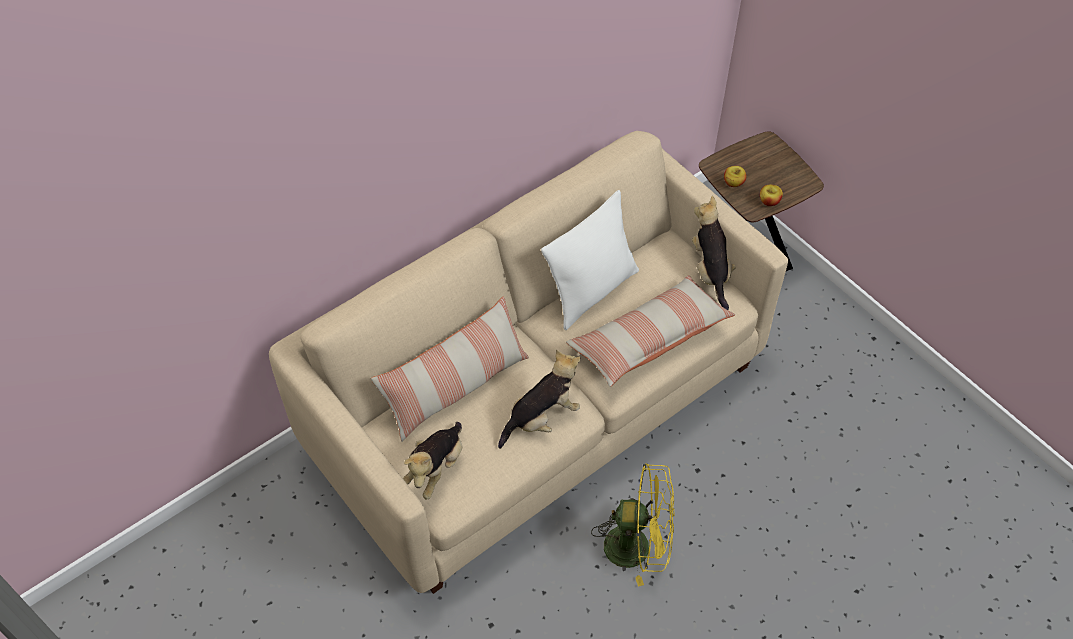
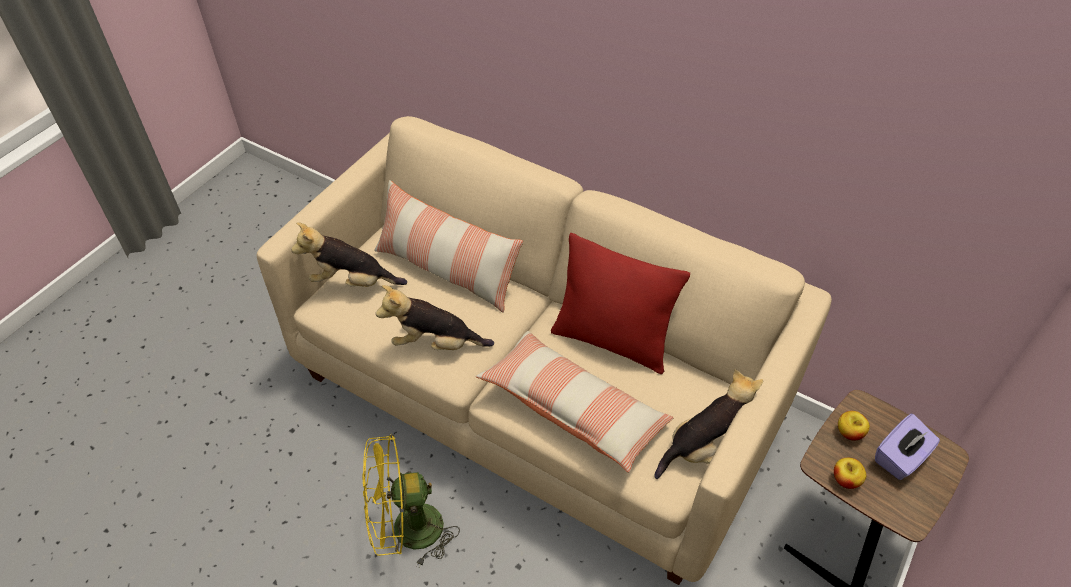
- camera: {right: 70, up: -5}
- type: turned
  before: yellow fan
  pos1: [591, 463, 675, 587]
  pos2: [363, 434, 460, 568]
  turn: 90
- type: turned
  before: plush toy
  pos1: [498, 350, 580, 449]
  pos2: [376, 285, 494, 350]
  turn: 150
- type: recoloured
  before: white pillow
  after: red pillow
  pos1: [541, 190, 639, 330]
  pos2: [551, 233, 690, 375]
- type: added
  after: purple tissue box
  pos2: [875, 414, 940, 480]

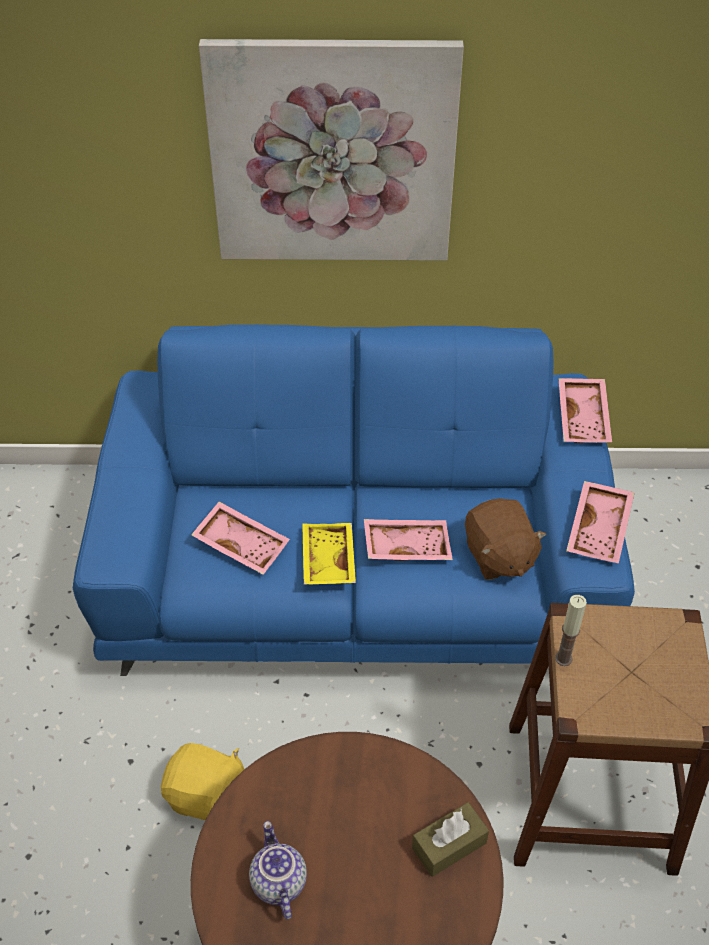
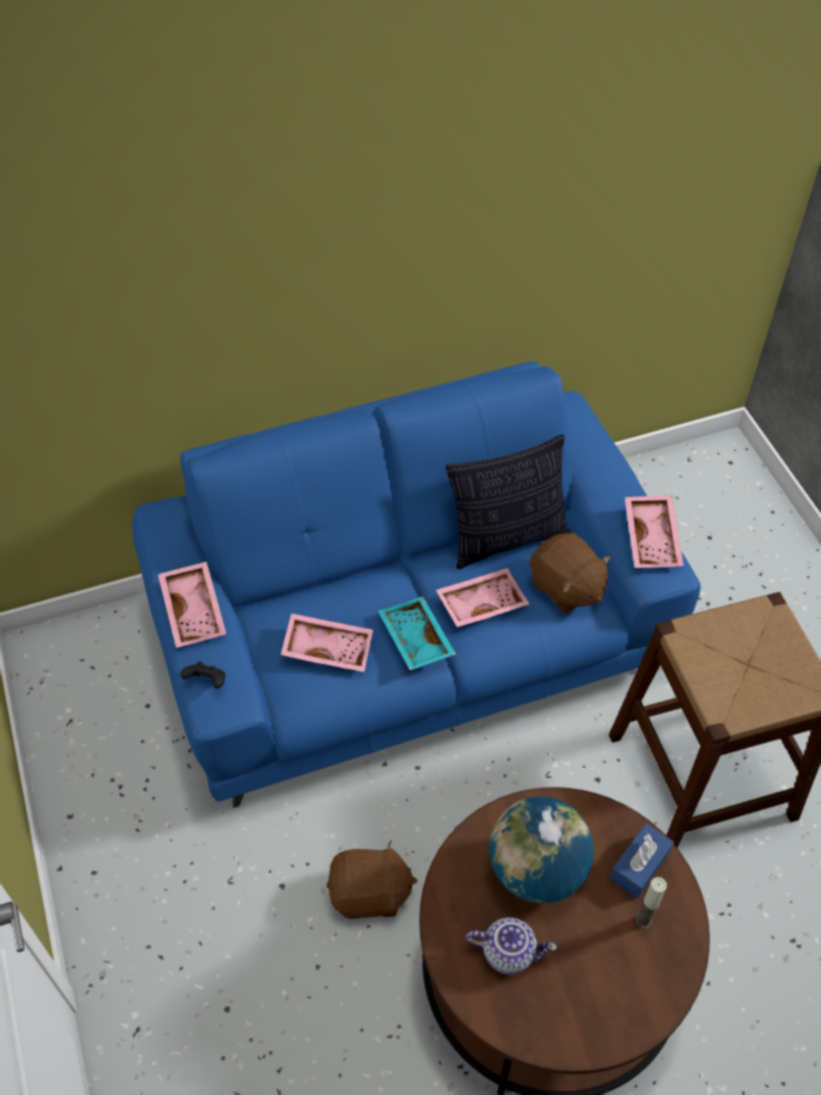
- camera: {right: -20, up: 5}
- type: moved
  before: pink tray
  pos1: [558, 378, 612, 443]
  pos2: [158, 562, 226, 648]
- type: added
  after: black game controller
  pos2: [180, 661, 225, 689]
- type: recoloured
  before: yellow plush toy
  after: brown plush toy
  pos1: [161, 743, 244, 820]
  pos2: [326, 841, 418, 919]
- type: recoloured
  before: yellow tray
  after: turquoise tray
  pos1: [302, 523, 356, 585]
  pos2: [378, 596, 456, 670]
- type: added
  after: pillow
  pos2: [446, 434, 570, 570]
- type: turned
  before: teapot
  pos1: [249, 821, 307, 920]
  pos2: [466, 917, 557, 975]
  turn: 135
- type: added
  after: globe
  pos2: [489, 796, 594, 904]
- type: recoloured
  before: brown tissue box
  after: blue tissue box
  pos1: [412, 802, 489, 877]
  pos2: [610, 823, 674, 898]
- type: moved
  before: candle
  pos1: [555, 595, 587, 666]
  pos2: [636, 877, 667, 929]
- type: removed
  before: picture
  pos1: [199, 39, 464, 261]

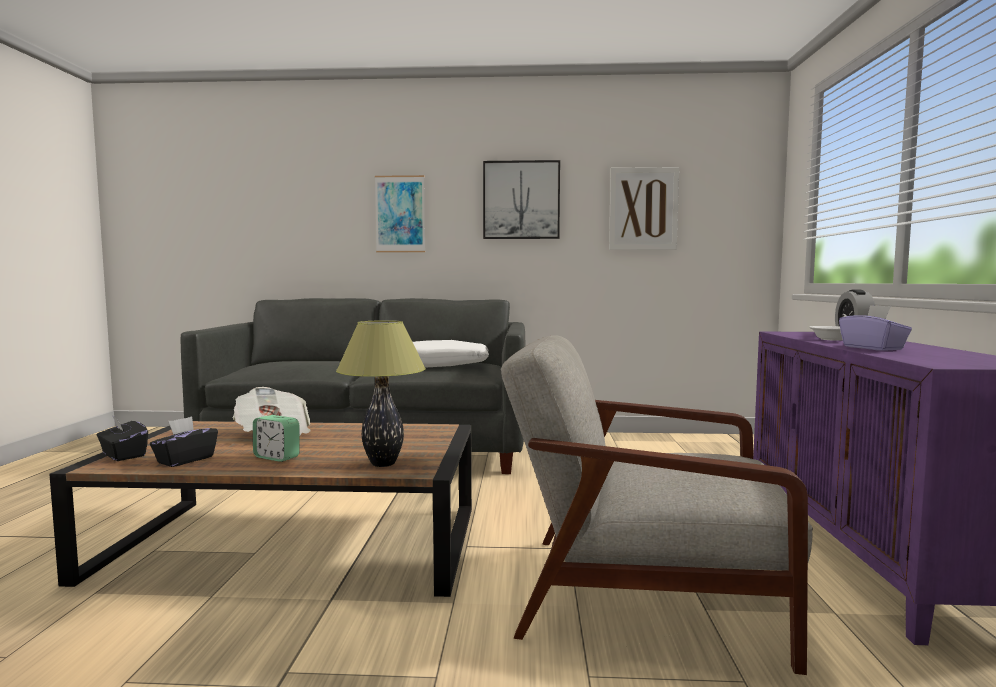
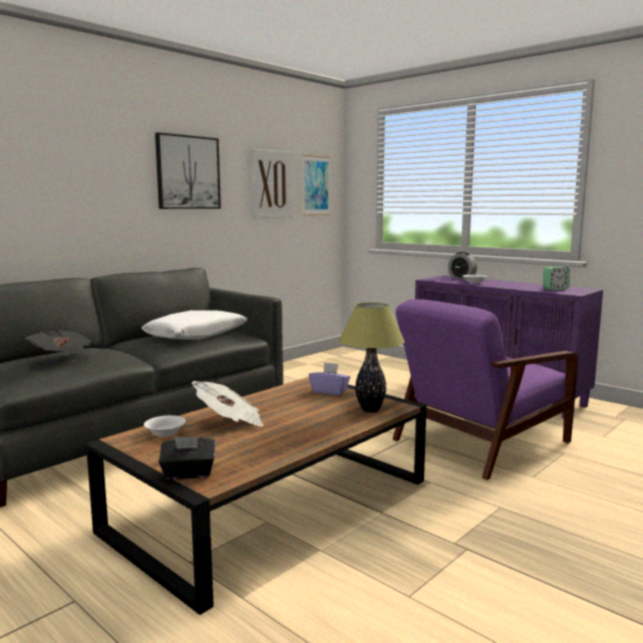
- camera: {right: -50, up: 5}
- type: added
  after: newspaper
  pos2: [25, 330, 91, 351]
- type: added
  after: white bowl
  pos2: [144, 415, 186, 437]
- type: moved
  before: picture
  pos1: [375, 175, 425, 252]
  pos2: [303, 155, 330, 216]
- type: moved
  before: purple tissue box
  pos1: [839, 305, 912, 351]
  pos2: [309, 362, 350, 395]
- type: recoloured
  before: grey armchair
  after: purple armchair
  pos1: [501, 335, 813, 675]
  pos2: [392, 299, 578, 480]
- type: moved
  before: alarm clock
  pos1: [253, 415, 300, 462]
  pos2: [543, 266, 570, 290]
- type: removed
  before: black tissue box
  pos1: [150, 416, 218, 467]

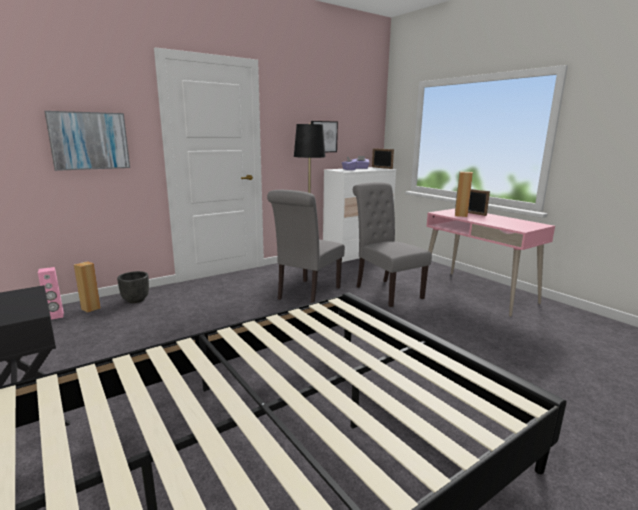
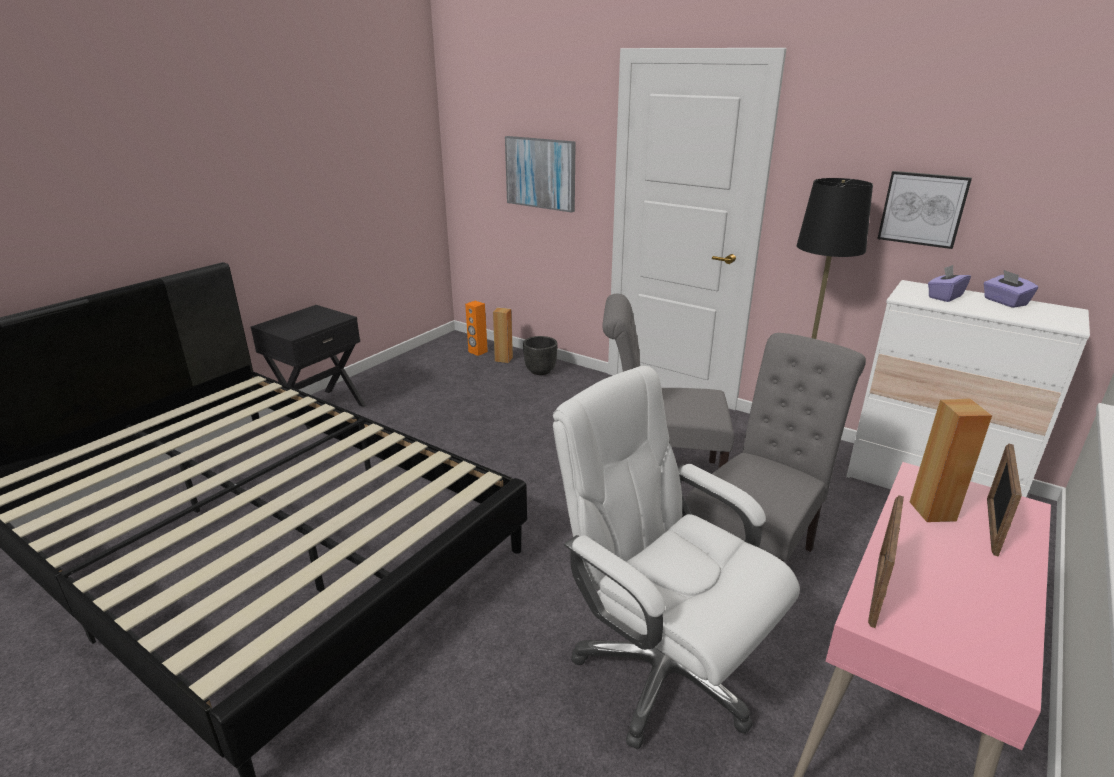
- camera: {right: 70, up: 10}
- type: recoloured
  before: pink speaker
  after: orange speaker
  pos1: [38, 267, 64, 319]
  pos2: [465, 301, 488, 356]
- type: added
  after: white office chair
  pos2: [553, 366, 800, 749]
- type: moved
  before: picture frame
  pos1: [372, 148, 394, 169]
  pos2: [868, 495, 904, 628]

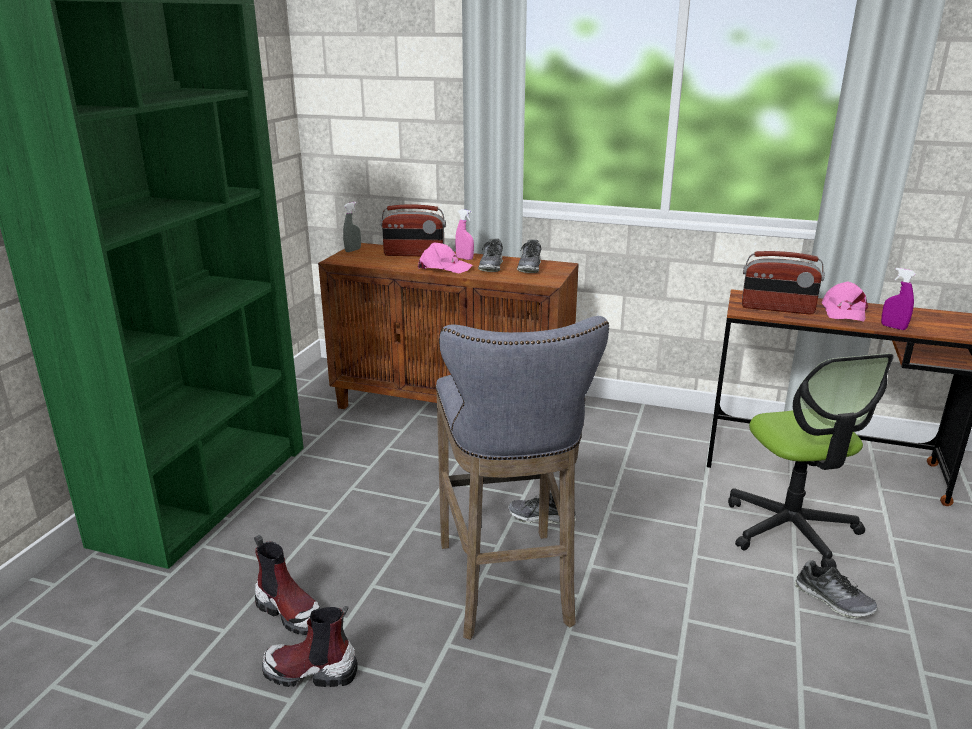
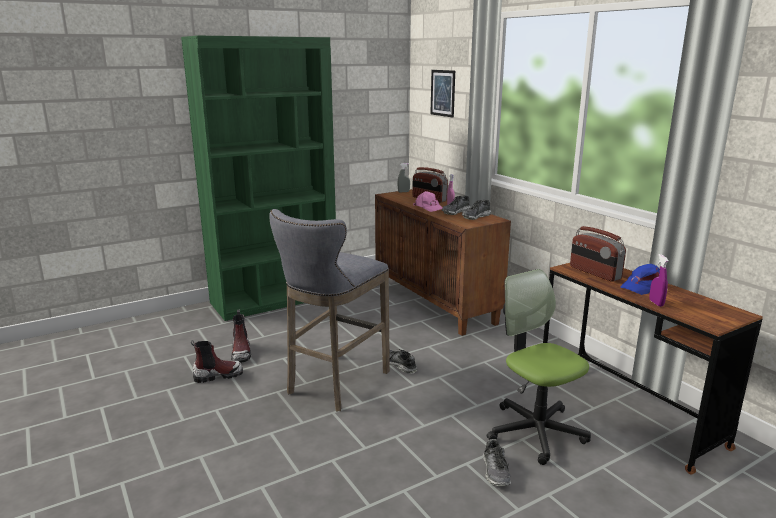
- camera: {right: 40, up: -5}
- type: turned
  before: boot
  pos1: [262, 606, 357, 687]
  pos2: [190, 340, 243, 383]
  turn: 120
- type: added
  after: picture
  pos2: [430, 70, 455, 117]
- type: turned
  before: office chair
  pos1: [728, 353, 894, 568]
  pos2: [487, 269, 591, 465]
  turn: 120
- type: recoloured
  before: pink cap
  after: blue cap
  pos1: [821, 282, 868, 322]
  pos2: [620, 264, 660, 295]

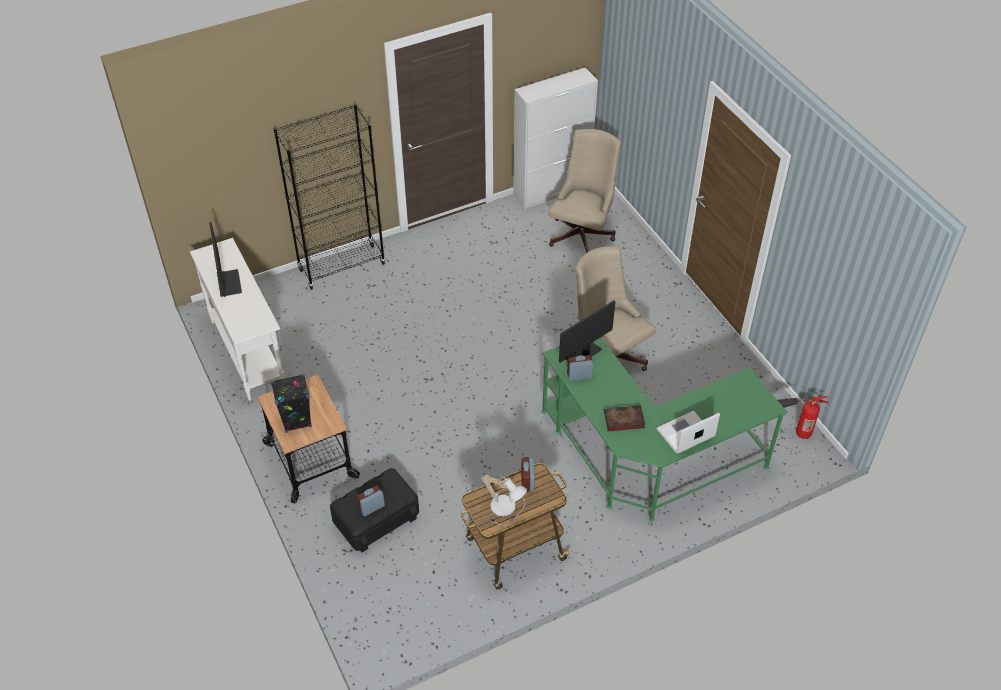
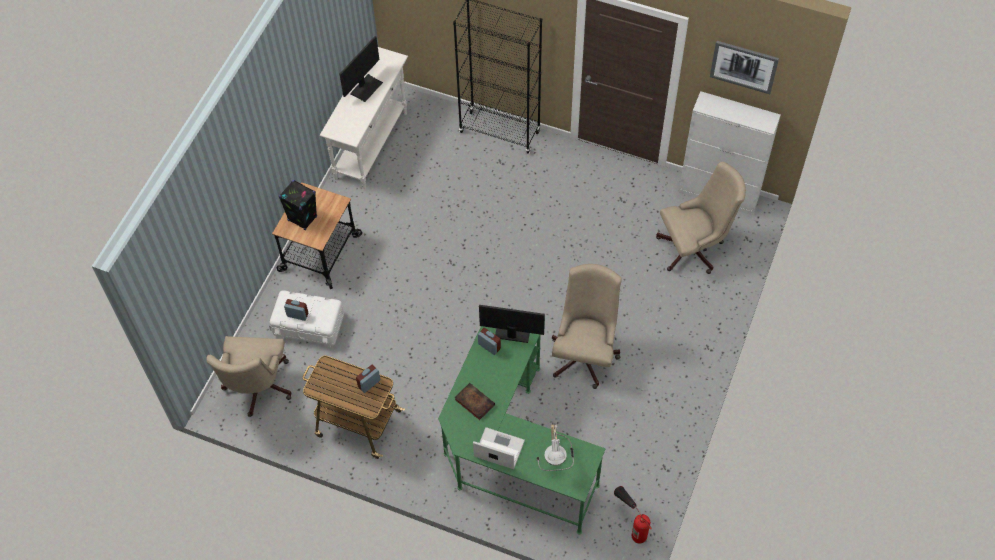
- camera: {right: 50, up: 10}
- type: added
  after: beige office chair
  pos2: [206, 336, 292, 417]
- type: recoloured
  before: black storage box
  after: white storage box
  pos1: [330, 468, 419, 552]
  pos2: [270, 290, 344, 348]
- type: moved
  before: table lamp
  pos1: [481, 473, 527, 526]
  pos2: [536, 422, 574, 471]
- type: added
  after: picture
  pos2: [710, 41, 779, 94]

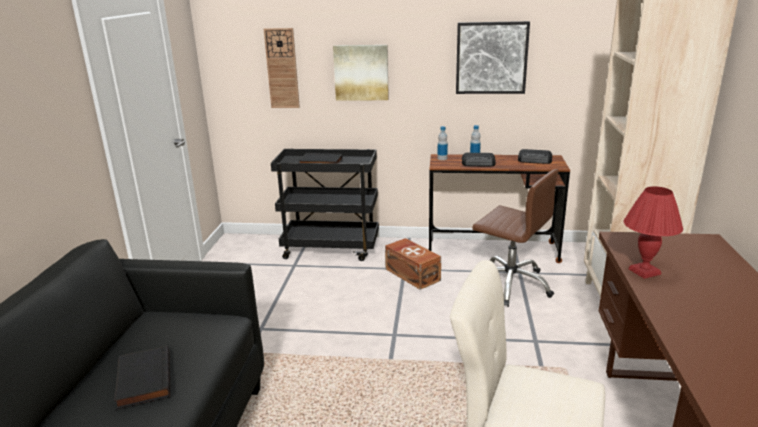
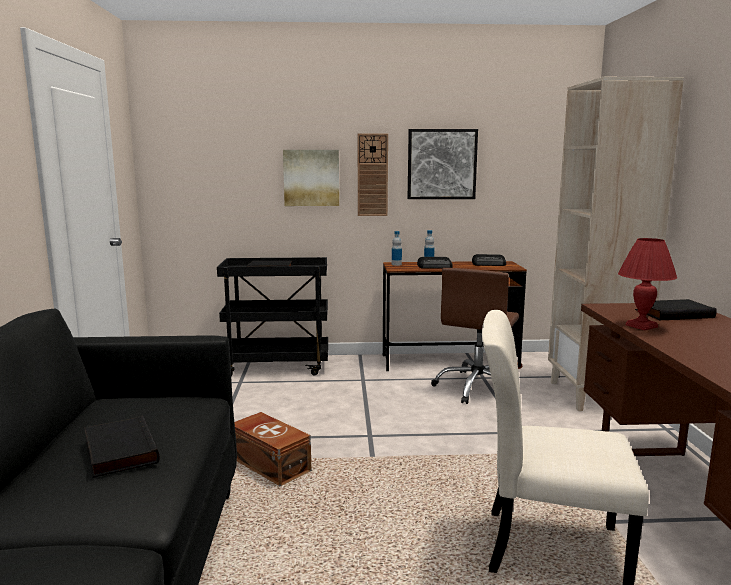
- camera: {right: -10, up: -10}
- type: moved
  before: brown storage box
  pos1: [385, 238, 441, 290]
  pos2: [234, 412, 311, 486]
- type: moved
  before: wall clock
  pos1: [264, 28, 300, 108]
  pos2: [358, 133, 388, 216]
- type: turned
  before: brown office chair
  pos1: [473, 169, 559, 307]
  pos2: [431, 268, 519, 404]
  turn: 90
- type: added
  after: black book
  pos2: [635, 299, 717, 320]

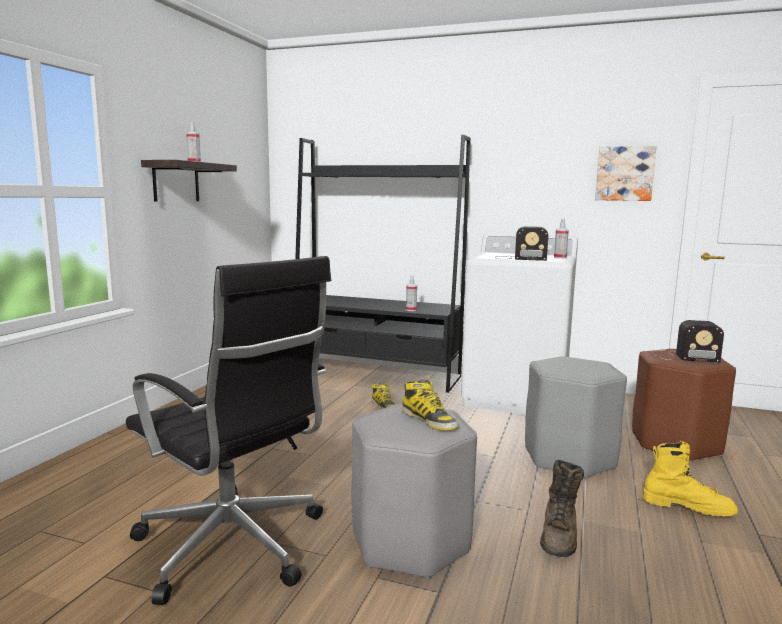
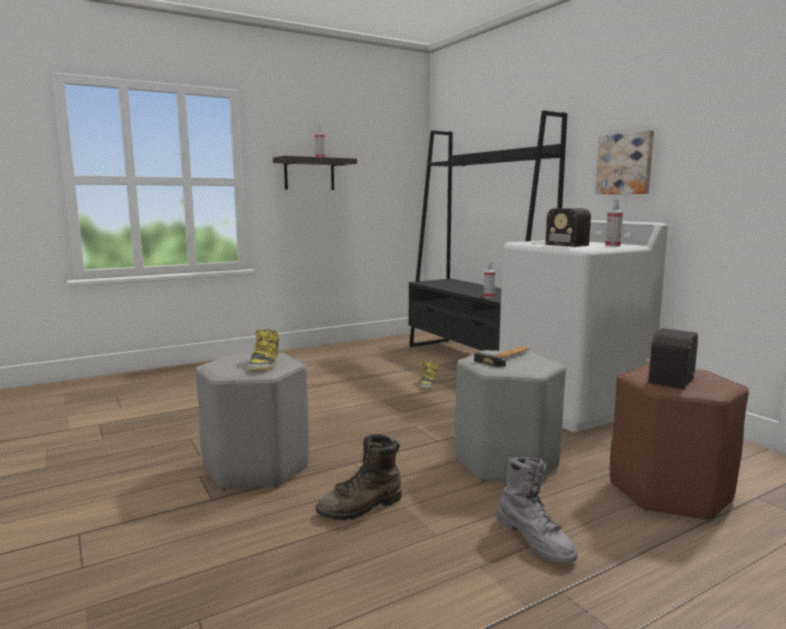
- camera: {right: 40, up: 0}
- type: added
  after: hammer
  pos2: [474, 346, 529, 367]
- type: recoloured
  before: yellow boot
  after: grey boot
  pos1: [643, 441, 738, 517]
  pos2: [496, 458, 578, 563]
- type: moved
  before: picture
  pos1: [595, 146, 657, 201]
  pos2: [595, 130, 654, 194]
- type: turned
  before: radio
  pos1: [652, 320, 724, 363]
  pos2: [646, 328, 724, 389]
  turn: 75
- type: removed
  before: black office chair
  pos1: [126, 256, 331, 605]

